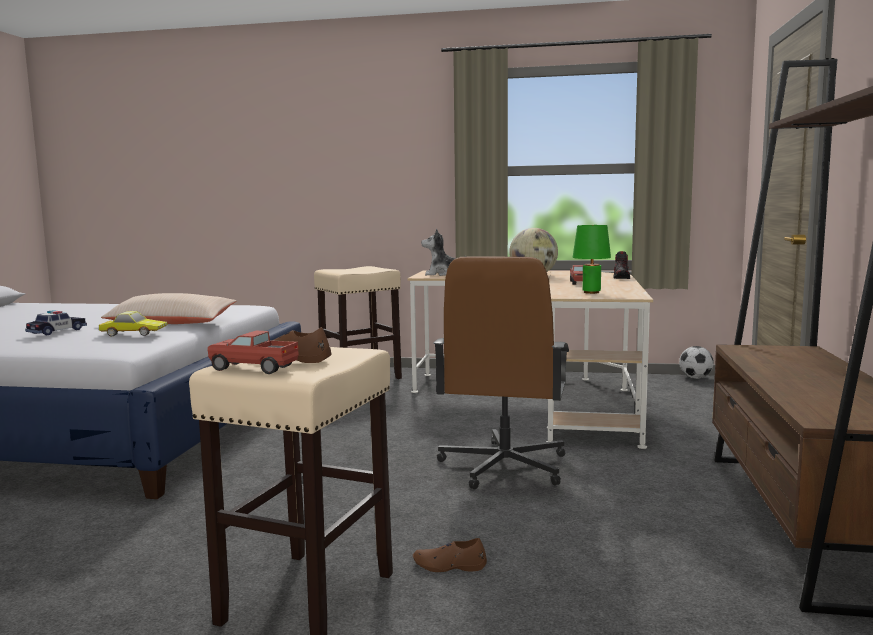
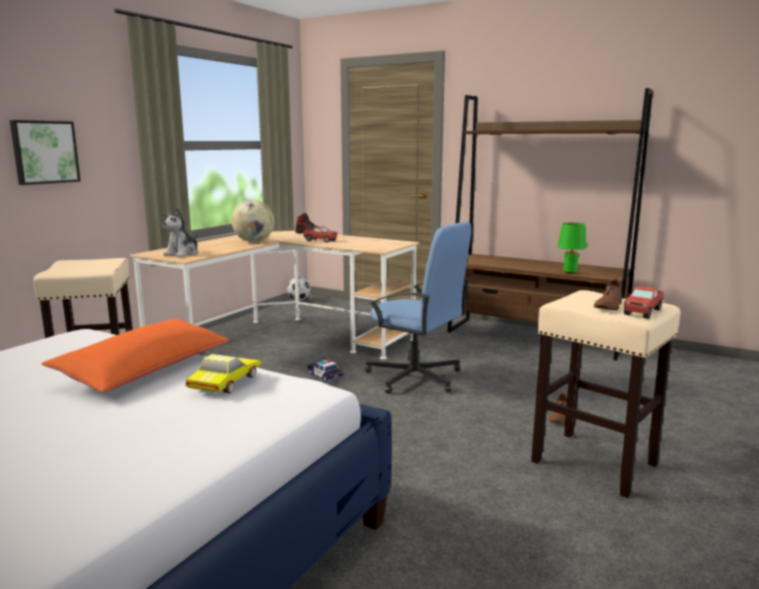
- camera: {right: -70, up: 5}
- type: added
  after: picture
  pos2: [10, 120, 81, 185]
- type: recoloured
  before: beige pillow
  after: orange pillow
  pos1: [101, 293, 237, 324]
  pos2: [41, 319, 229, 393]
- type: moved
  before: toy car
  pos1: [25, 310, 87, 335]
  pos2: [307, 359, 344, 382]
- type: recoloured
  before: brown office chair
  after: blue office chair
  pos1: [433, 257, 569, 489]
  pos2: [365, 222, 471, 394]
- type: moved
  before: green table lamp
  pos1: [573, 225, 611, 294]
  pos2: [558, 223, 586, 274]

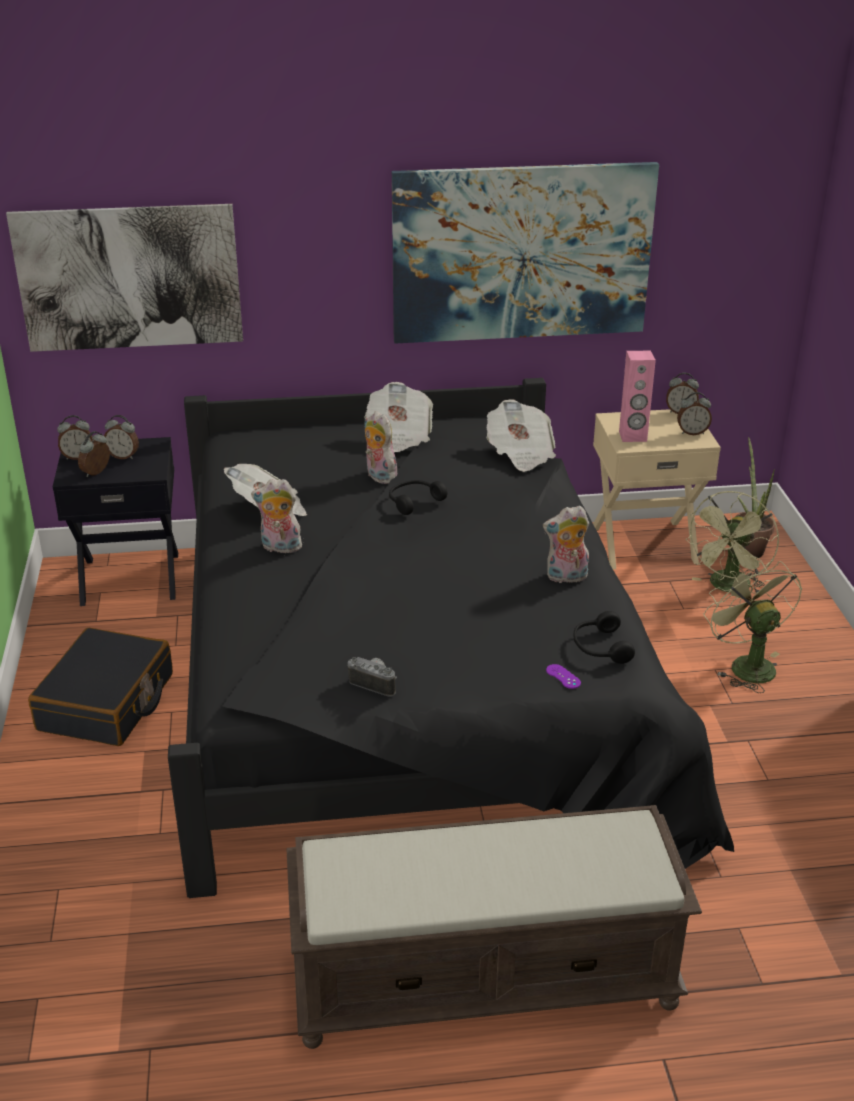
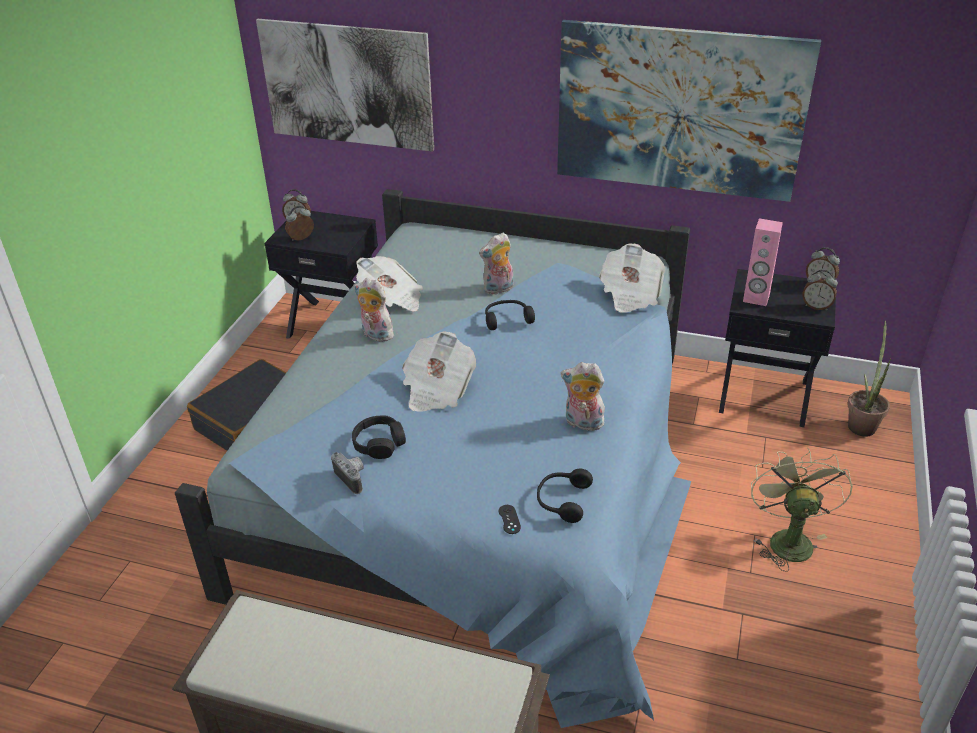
- camera: {right: 25, up: 5}
- type: recoloured
  before: black bed
  after: blue bed
  pos1: [168, 378, 734, 898]
  pos2: [175, 189, 691, 728]
- type: added
  after: black headphones
  pos2: [352, 415, 406, 459]
- type: moved
  before: newspaper
  pos1: [364, 382, 433, 452]
  pos2: [403, 332, 476, 412]
- type: turned
  before: plush toy
  pos1: [365, 411, 397, 484]
  pos2: [479, 233, 513, 294]
  turn: -105
- type: recoloured
  before: purple game controller
  after: black game controller
  pos1: [546, 664, 581, 689]
  pos2: [498, 505, 521, 534]
- type: recoloured
  before: beige nightstand
  after: black nightstand
  pos1: [593, 409, 721, 570]
  pos2: [719, 269, 836, 427]
- type: removed
  before: alarm clock
  pos1: [104, 415, 139, 459]
- type: removed
  before: green fan
  pos1: [685, 491, 779, 593]

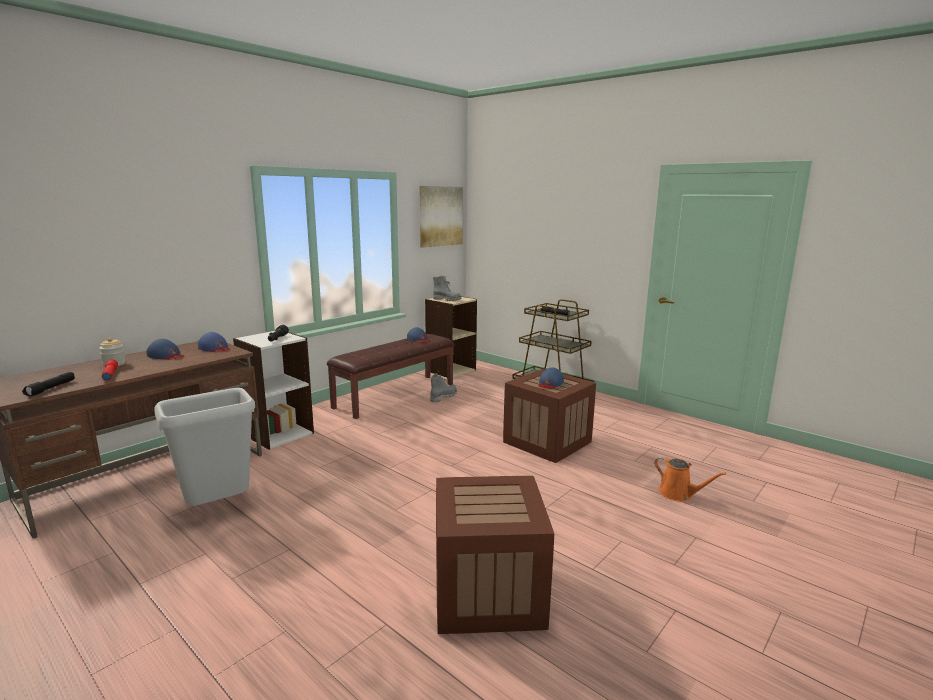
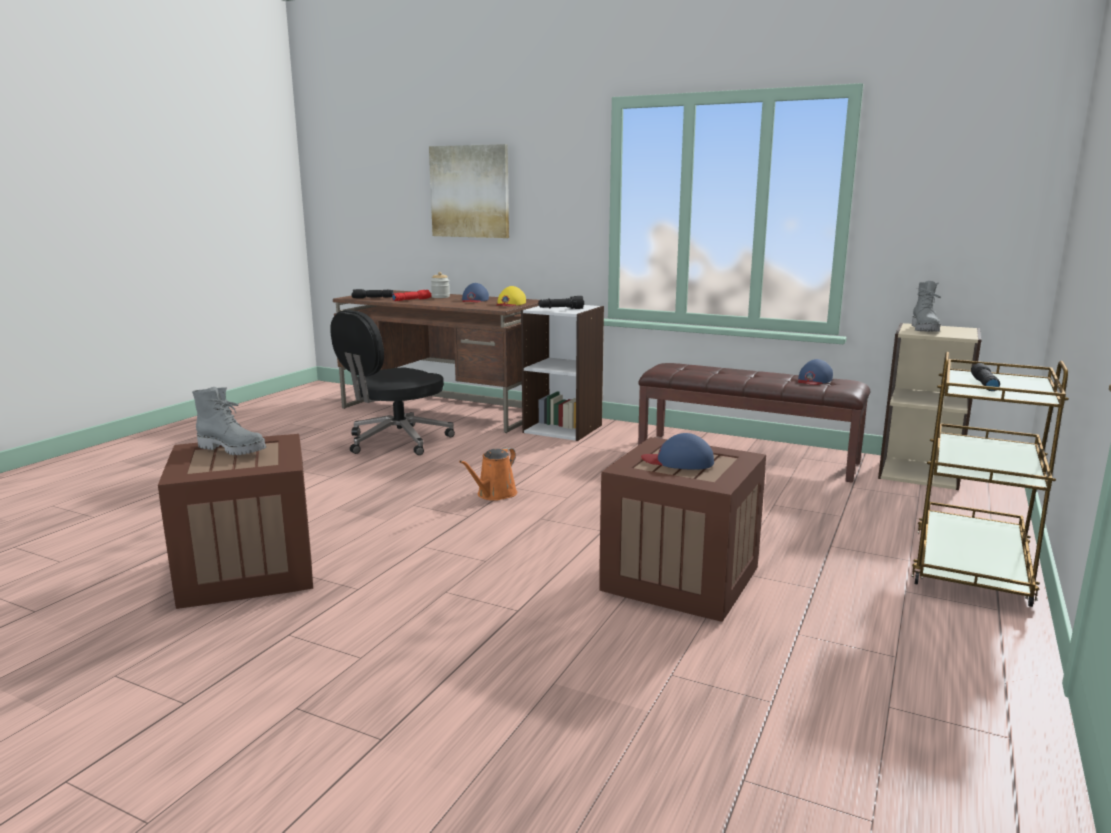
- camera: {right: 75, up: 0}
- type: moved
  before: grey boot
  pos1: [430, 373, 457, 402]
  pos2: [192, 387, 266, 455]
- type: replaced
  before: grey trash can
  after: black office chair
  pos1: [154, 388, 255, 506]
  pos2: [330, 310, 455, 455]
- type: moved
  before: picture
  pos1: [420, 186, 463, 248]
  pos2: [429, 144, 509, 238]
- type: moved
  before: orange watering can
  pos1: [654, 456, 726, 502]
  pos2: [459, 447, 517, 501]
- type: recoloured
  before: blue cap
  after: yellow cap
  pos1: [198, 332, 230, 352]
  pos2: [496, 286, 526, 306]

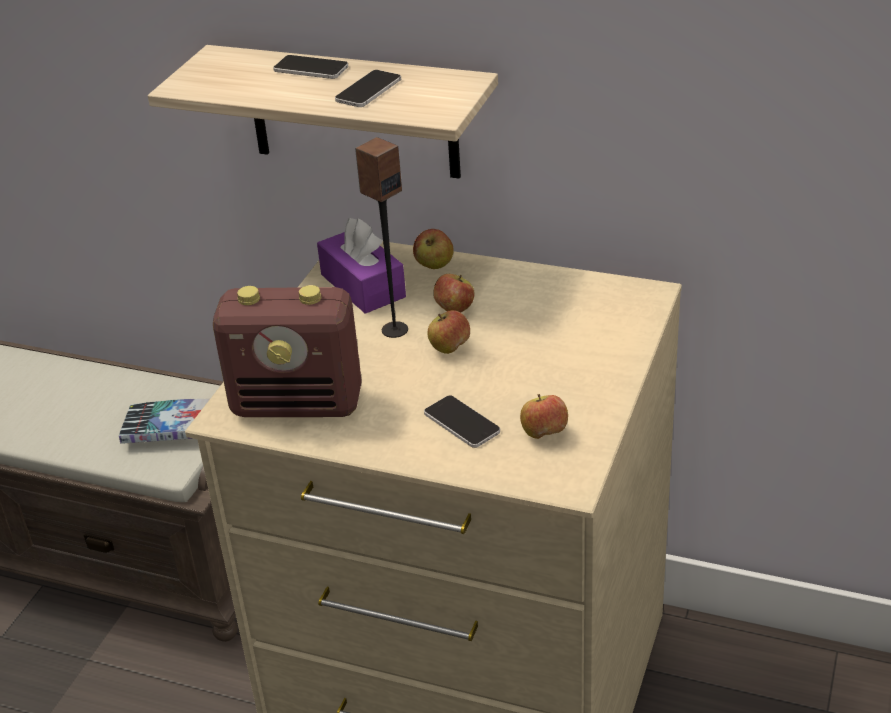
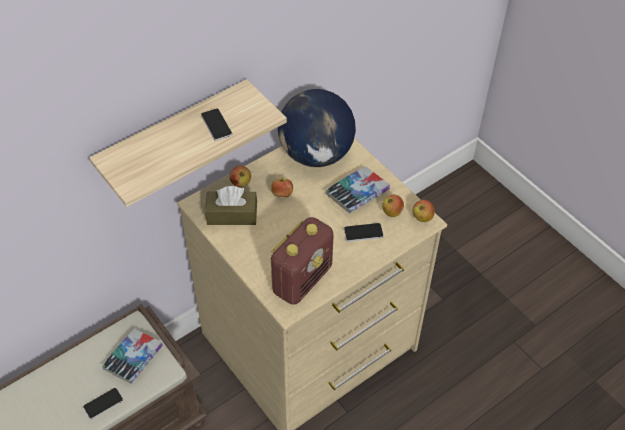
- camera: {right: -60, up: 15}
- type: moved
  before: phone
  pos1: [273, 55, 348, 79]
  pos2: [83, 388, 123, 420]
- type: recoloured
  before: purple tissue box
  after: brown tissue box
  pos1: [317, 218, 406, 314]
  pos2: [205, 186, 257, 225]
- type: added
  after: globe
  pos2: [278, 89, 356, 167]
- type: added
  after: book
  pos2: [325, 166, 390, 213]
- type: moved
  before: apple
  pos1: [427, 310, 470, 354]
  pos2: [413, 200, 435, 222]
- type: removed
  before: speaker
  pos1: [355, 137, 408, 338]

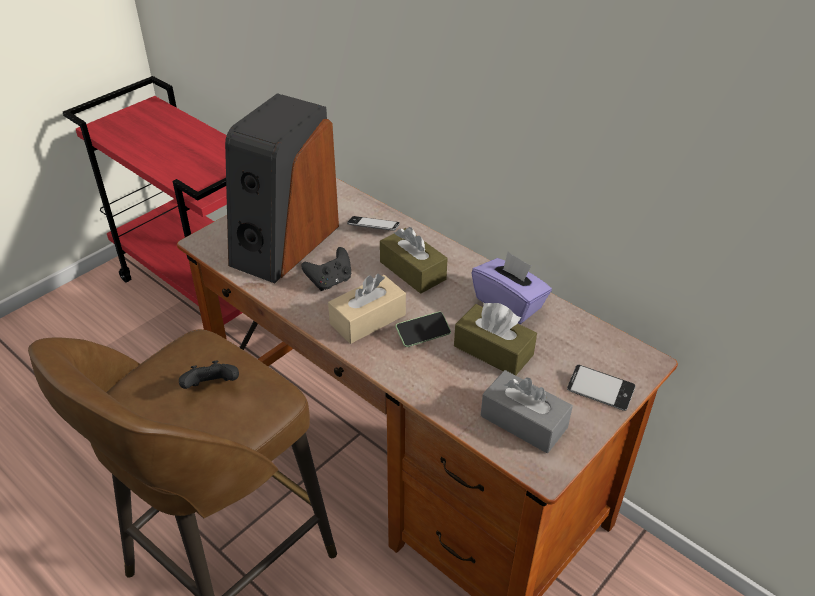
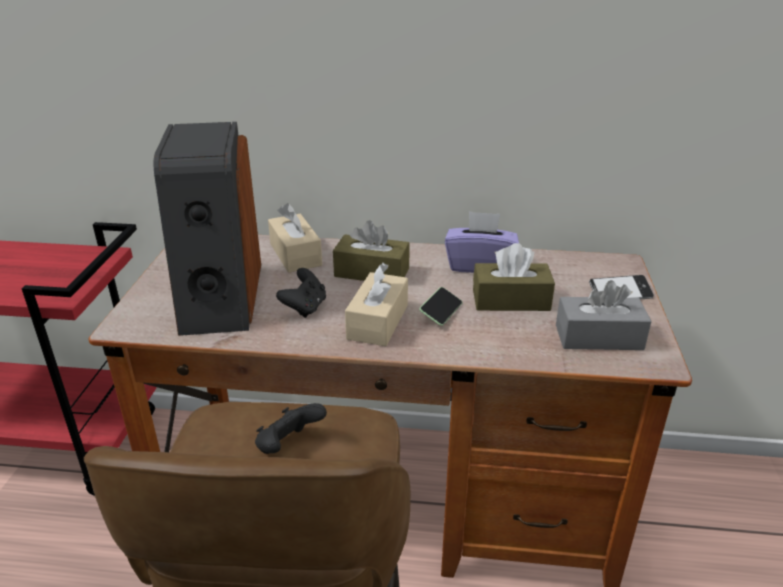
- camera: {right: -35, up: -10}
- type: replaced
  before: phone
  after: beige tissue box
  pos1: [347, 216, 400, 231]
  pos2: [268, 203, 322, 273]

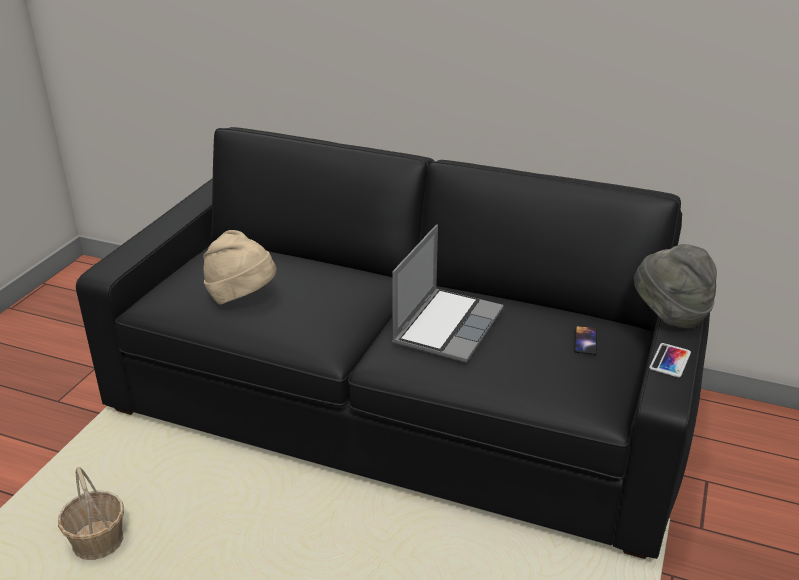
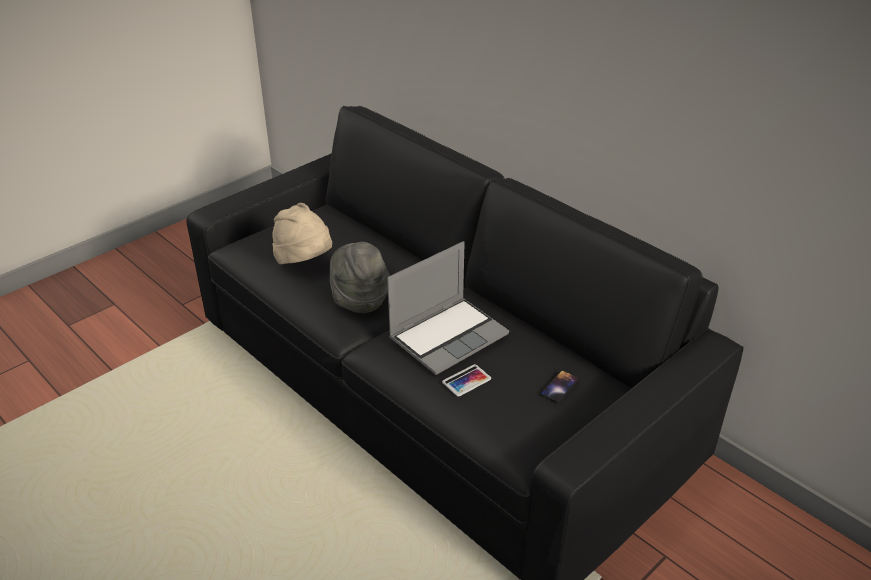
- camera: {right: 25, up: 5}
- type: moved
  before: grey hat
  pos1: [634, 244, 717, 329]
  pos2: [330, 242, 390, 313]
- type: moved
  before: phone
  pos1: [649, 343, 691, 377]
  pos2: [442, 364, 491, 397]
- type: removed
  before: basket
  pos1: [58, 467, 124, 560]

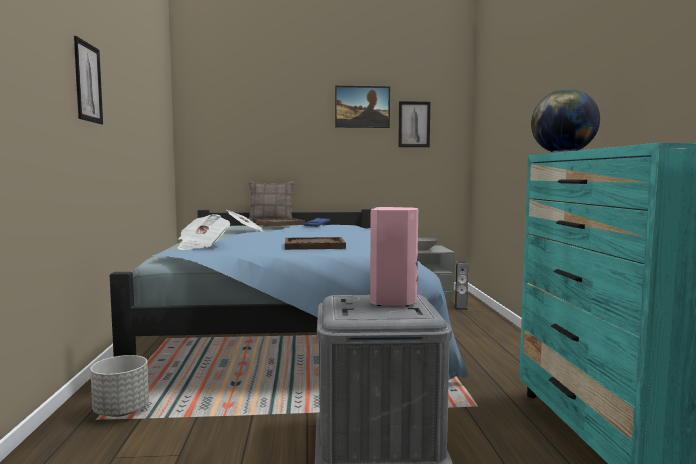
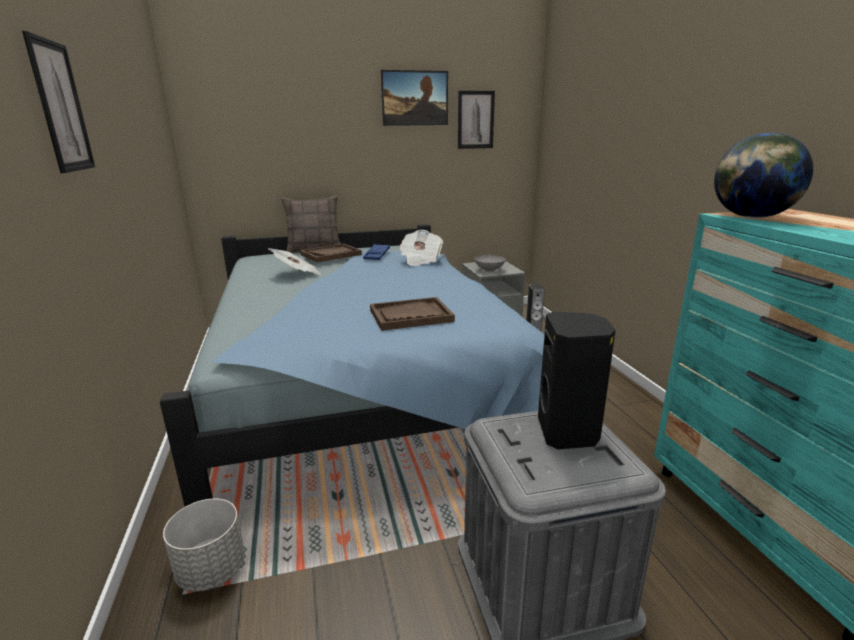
- camera: {right: -10, up: 15}
- type: moved
  before: newspaper
  pos1: [178, 214, 230, 250]
  pos2: [399, 230, 443, 266]
- type: recoloured
  before: pink speaker
  after: black speaker
  pos1: [370, 207, 418, 306]
  pos2: [538, 312, 616, 449]

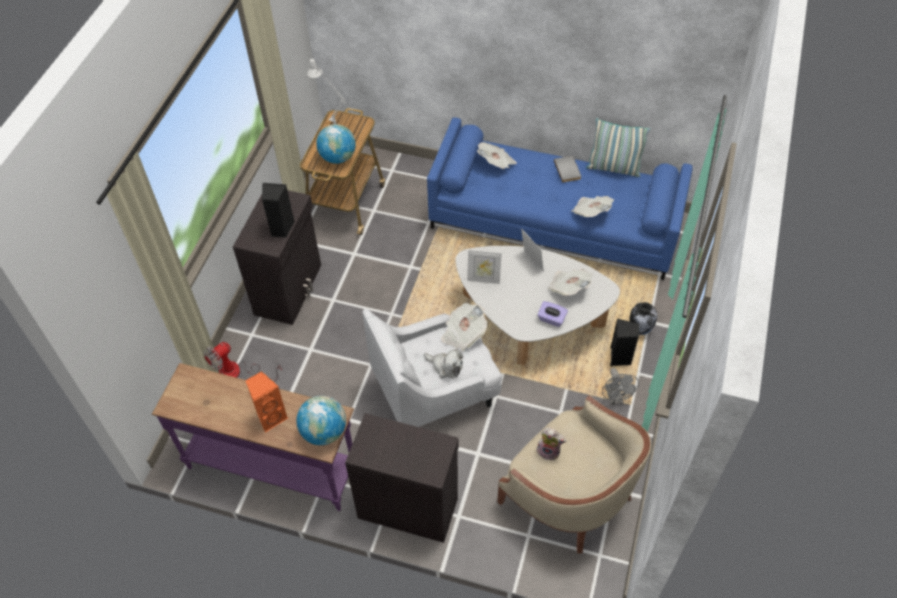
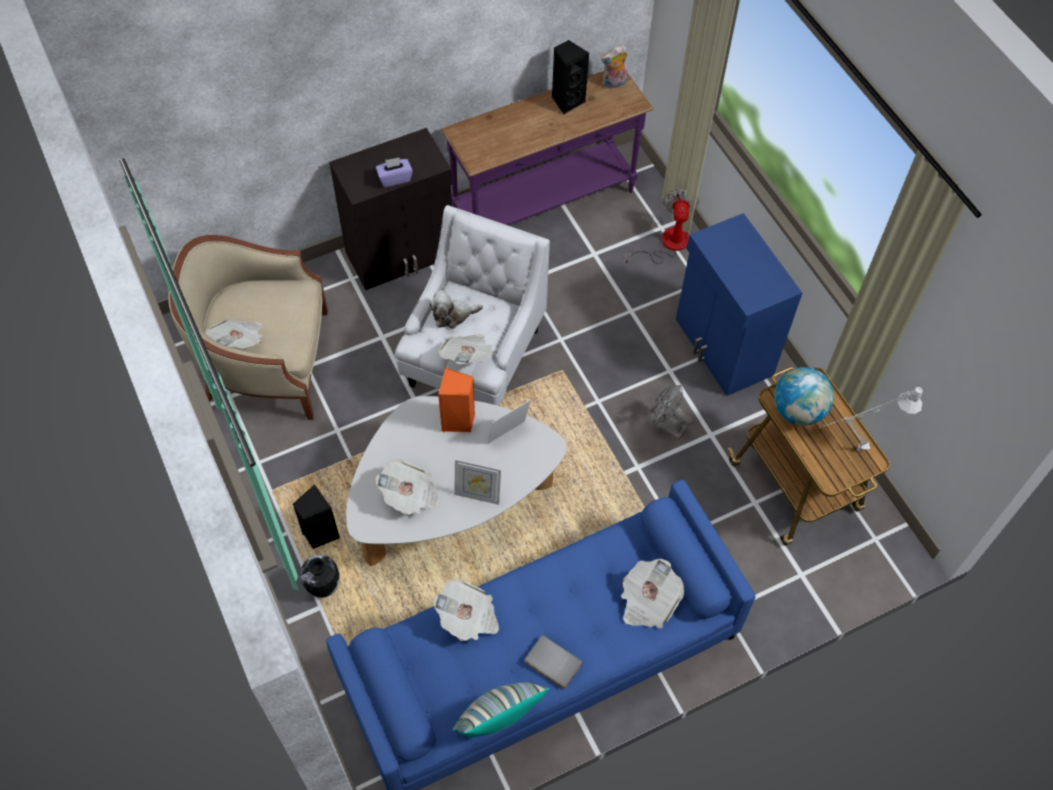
- camera: {right: 135, up: 5}
- type: added
  after: newspaper
  pos2: [205, 319, 263, 349]
- type: moved
  before: purple tissue box
  pos1: [537, 301, 568, 327]
  pos2: [376, 157, 413, 187]
- type: moved
  before: orange speaker
  pos1: [245, 371, 288, 432]
  pos2: [438, 368, 475, 432]
- type: moved
  before: black speaker
  pos1: [262, 183, 294, 238]
  pos2: [552, 40, 589, 114]
- type: moved
  before: plush toy
  pos1: [536, 428, 566, 461]
  pos2: [601, 45, 628, 89]
- type: moved
  before: grey fan
  pos1: [602, 368, 639, 405]
  pos2: [651, 385, 694, 440]
- type: recoloured
  before: black cabinet
  after: blue cabinet
  pos1: [233, 190, 321, 325]
  pos2: [676, 213, 802, 396]
- type: removed
  before: globe
  pos1: [296, 396, 346, 445]

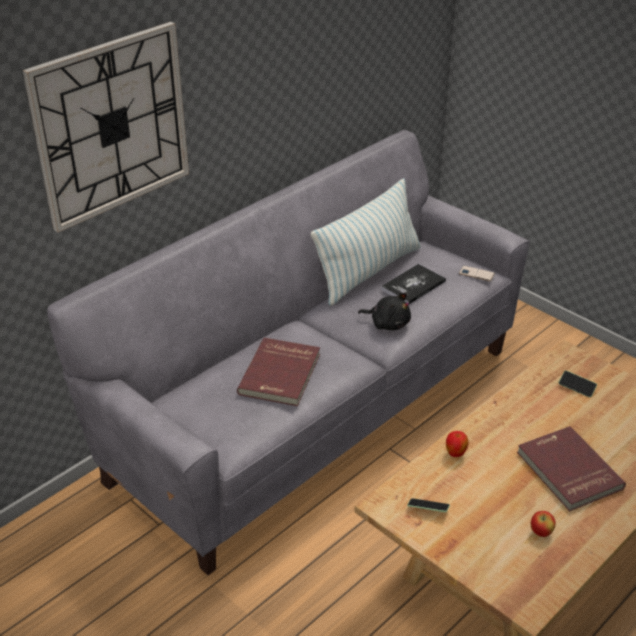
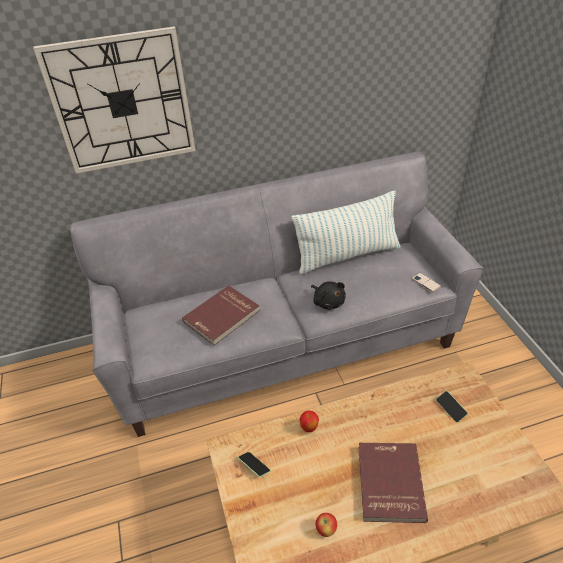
- camera: {right: 30, up: 5}
- type: removed
  before: book
  pos1: [381, 264, 446, 304]

